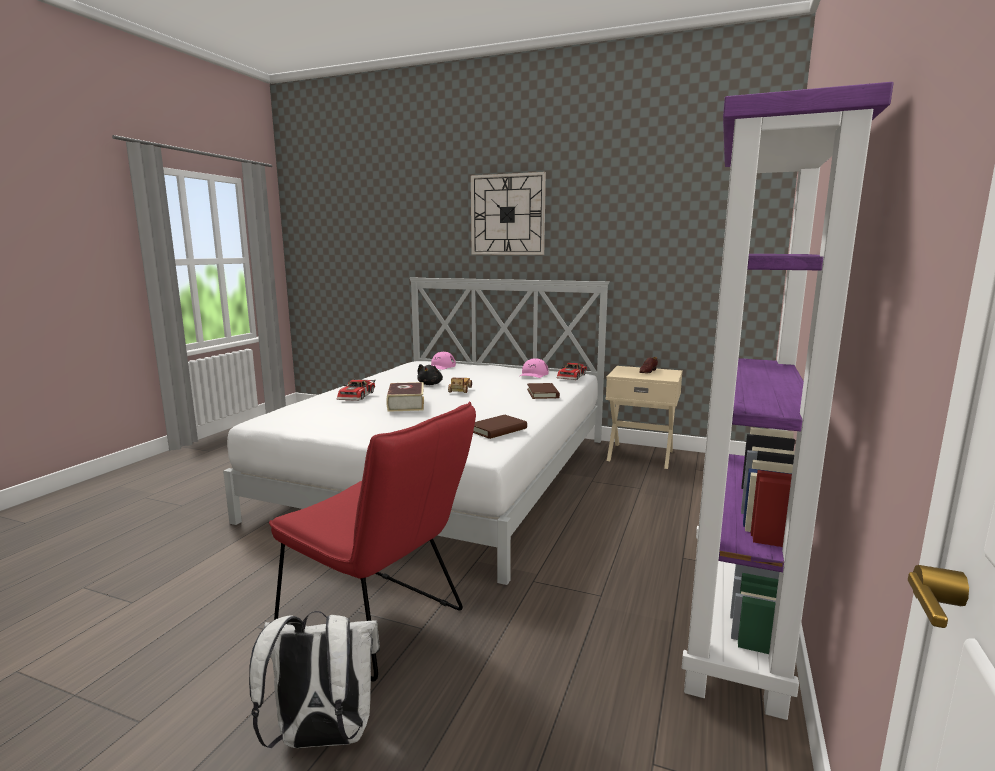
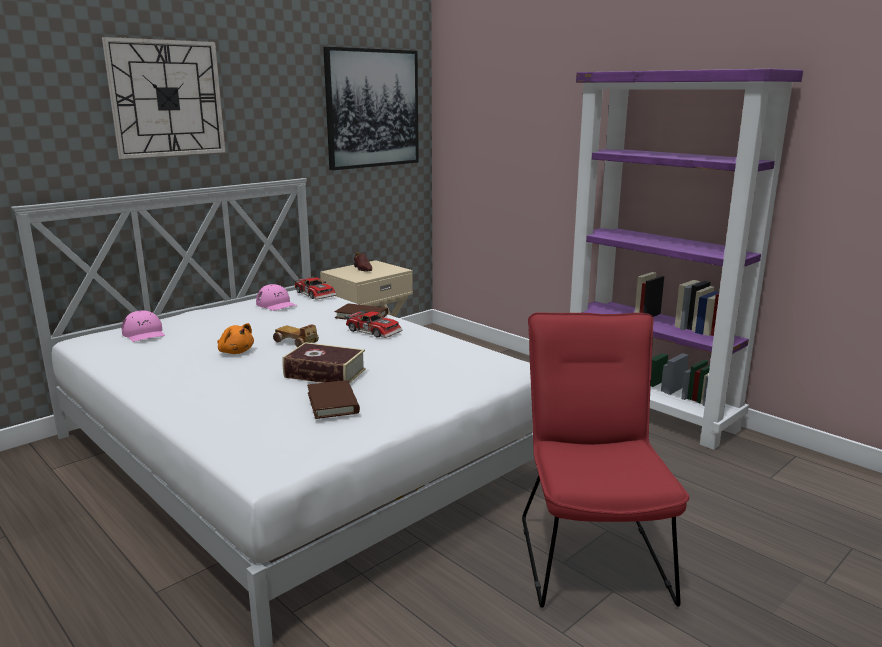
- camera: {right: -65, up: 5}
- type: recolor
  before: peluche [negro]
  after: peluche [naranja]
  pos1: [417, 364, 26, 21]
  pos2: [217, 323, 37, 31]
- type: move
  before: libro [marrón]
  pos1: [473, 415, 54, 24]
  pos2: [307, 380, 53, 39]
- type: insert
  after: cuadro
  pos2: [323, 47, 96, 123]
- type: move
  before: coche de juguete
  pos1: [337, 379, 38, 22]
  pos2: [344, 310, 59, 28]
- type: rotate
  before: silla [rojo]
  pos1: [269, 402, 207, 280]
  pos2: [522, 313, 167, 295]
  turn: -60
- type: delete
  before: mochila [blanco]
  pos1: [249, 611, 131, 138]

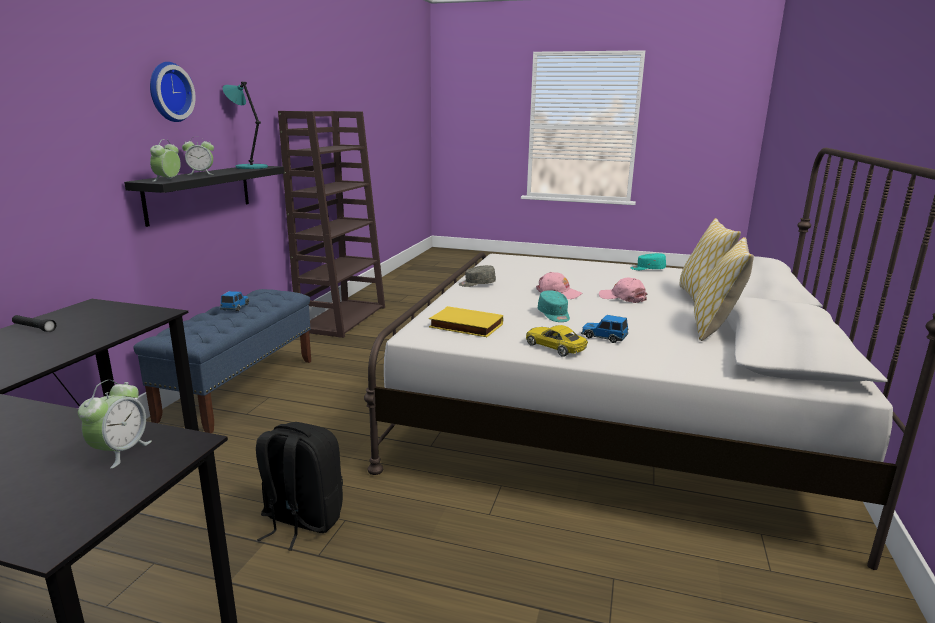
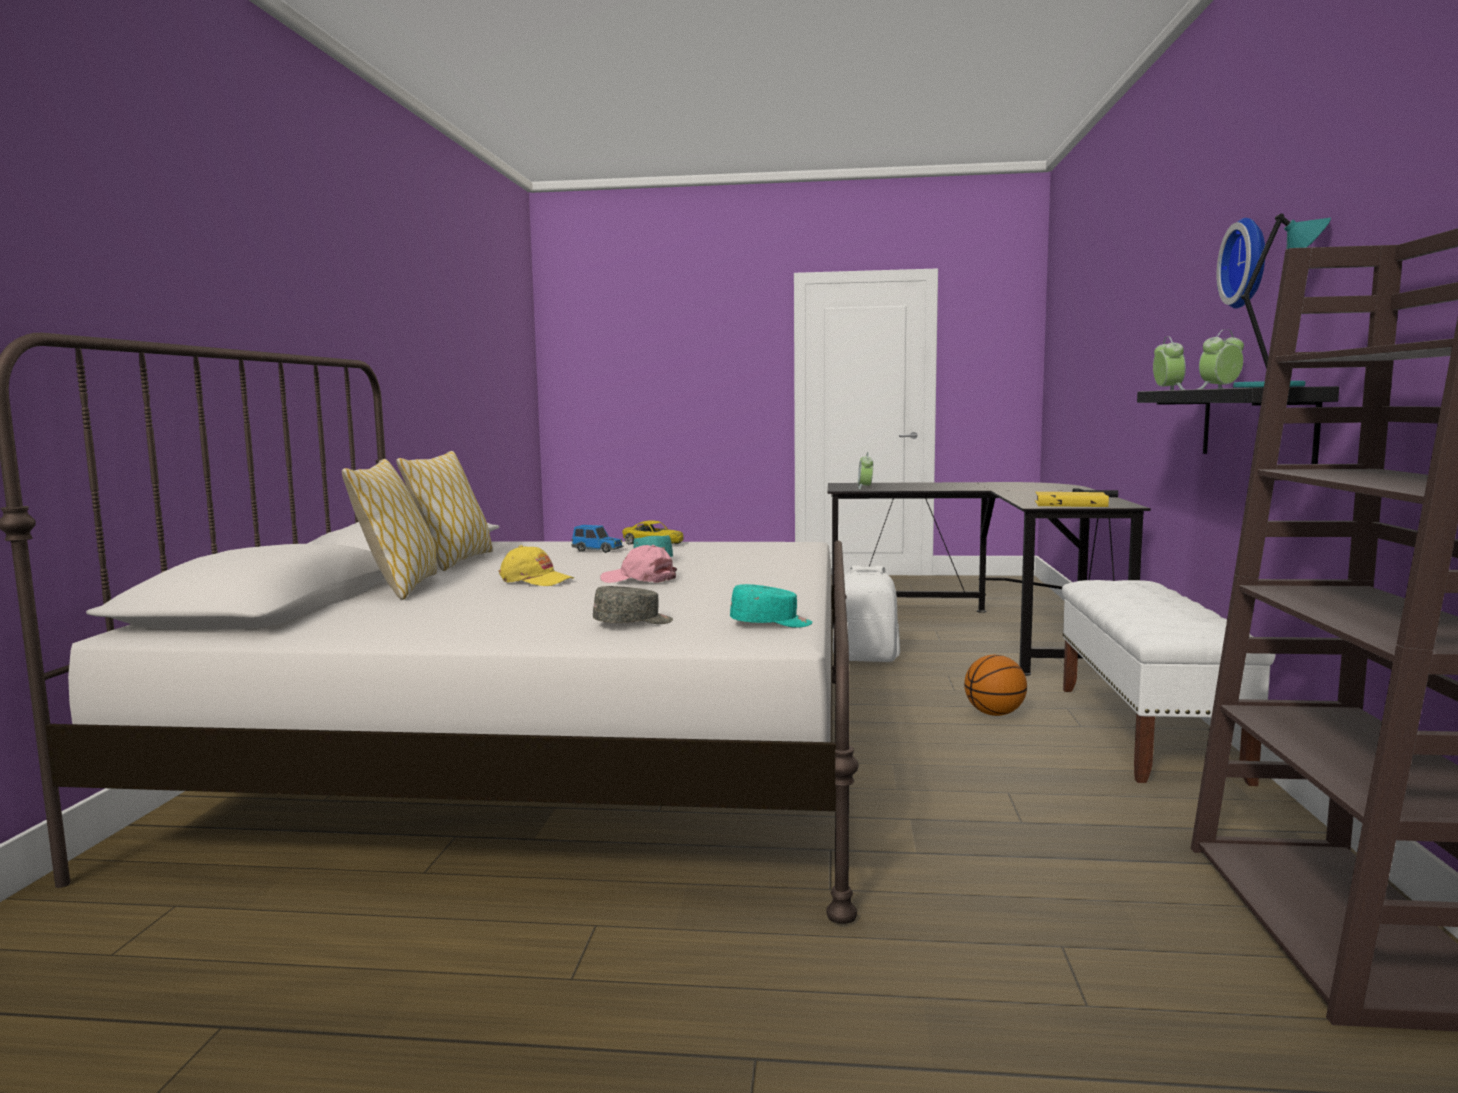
- camera: {right: 170, up: -10}
- type: recolor
  before: gorra [rosa]
  after: gorra [amarillo]
  pos1: [599, 277, 48, 26]
  pos2: [499, 545, 75, 41]
- type: move
  before: gorra [gris]
  pos1: [459, 265, 37, 22]
  pos2: [593, 586, 80, 38]
- type: move
  before: gorra [turquesa]
  pos1: [631, 253, 35, 17]
  pos2: [730, 584, 82, 44]
- type: recolor
  before: mochila [negro]
  after: mochila [blanco]
  pos1: [256, 422, 87, 129]
  pos2: [833, 565, 67, 97]
- type: insert
  after: balón de baloncesto
  pos2: [964, 655, 63, 61]
- type: move
  before: libro [amarillo]
  pos1: [429, 306, 74, 31]
  pos2: [1035, 492, 74, 15]
- type: recolor
  before: banco [azul]
  after: banco [blanco]
  pos1: [133, 289, 178, 144]
  pos2: [1062, 580, 214, 206]
- type: delete
  before: coche de juguete
  pos1: [220, 291, 30, 20]

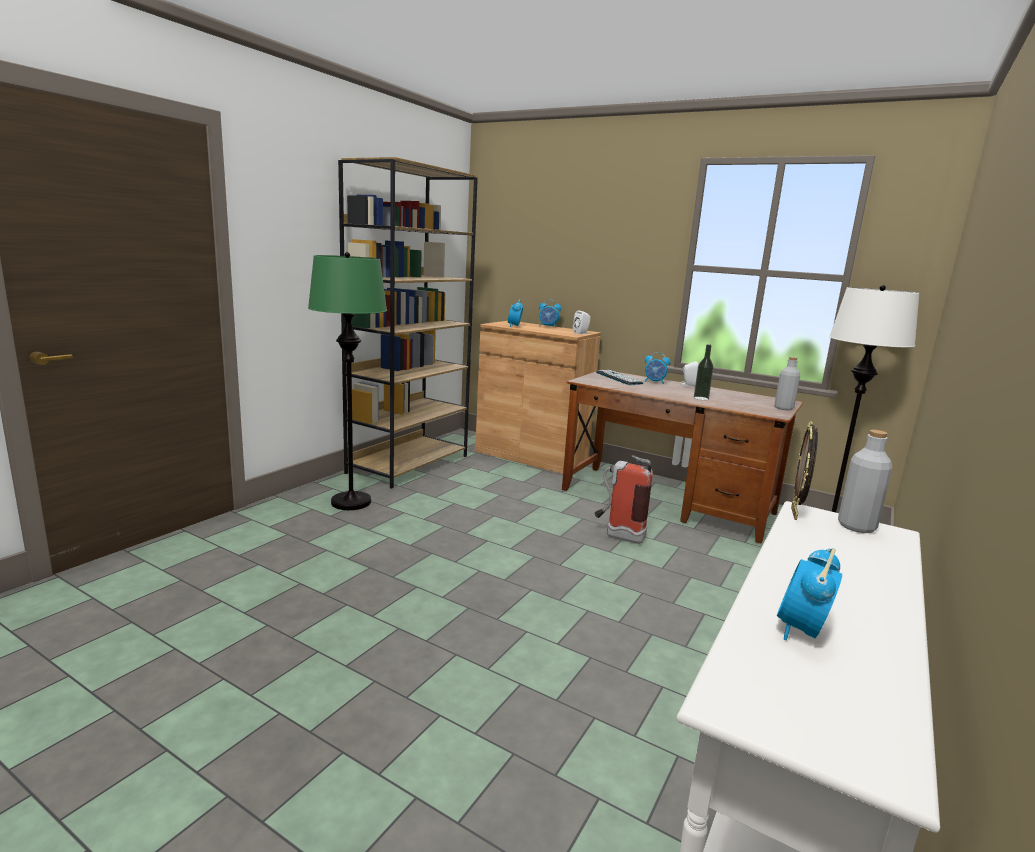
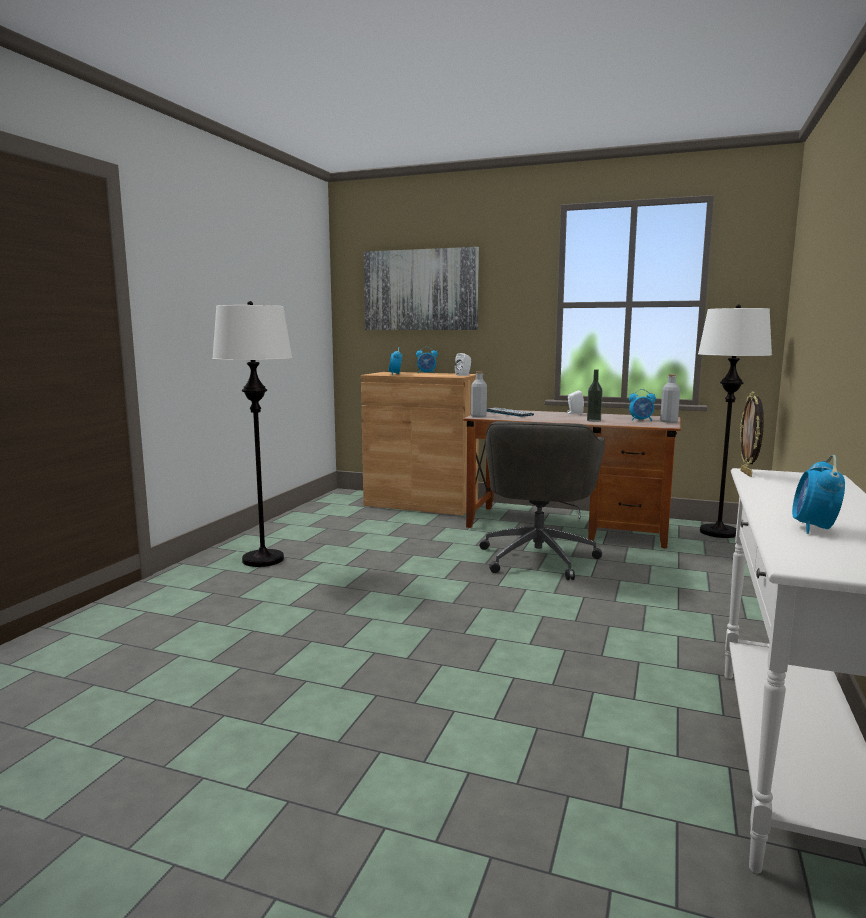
- camera: {right: -10, up: -5}
- type: recolor
  before: lámpara de pie [verde]
  after: lámpara de pie [blanco]
  pos1: [308, 252, 79, 258]
  pos2: [212, 301, 81, 266]
- type: insert
  after: cuadro
  pos2: [364, 247, 115, 83]
- type: move
  before: botella [gris]
  pos1: [838, 430, 54, 103]
  pos2: [471, 371, 16, 46]
- type: replace
  before: extintor
  after: silla de oficina [gris]
  pos1: [594, 455, 59, 89]
  pos2: [480, 421, 125, 159]
- type: move
  before: despertador
  pos1: [644, 352, 26, 32]
  pos2: [629, 389, 27, 32]
- type: delete
  before: estantería [marrón]
  pos1: [338, 157, 140, 332]

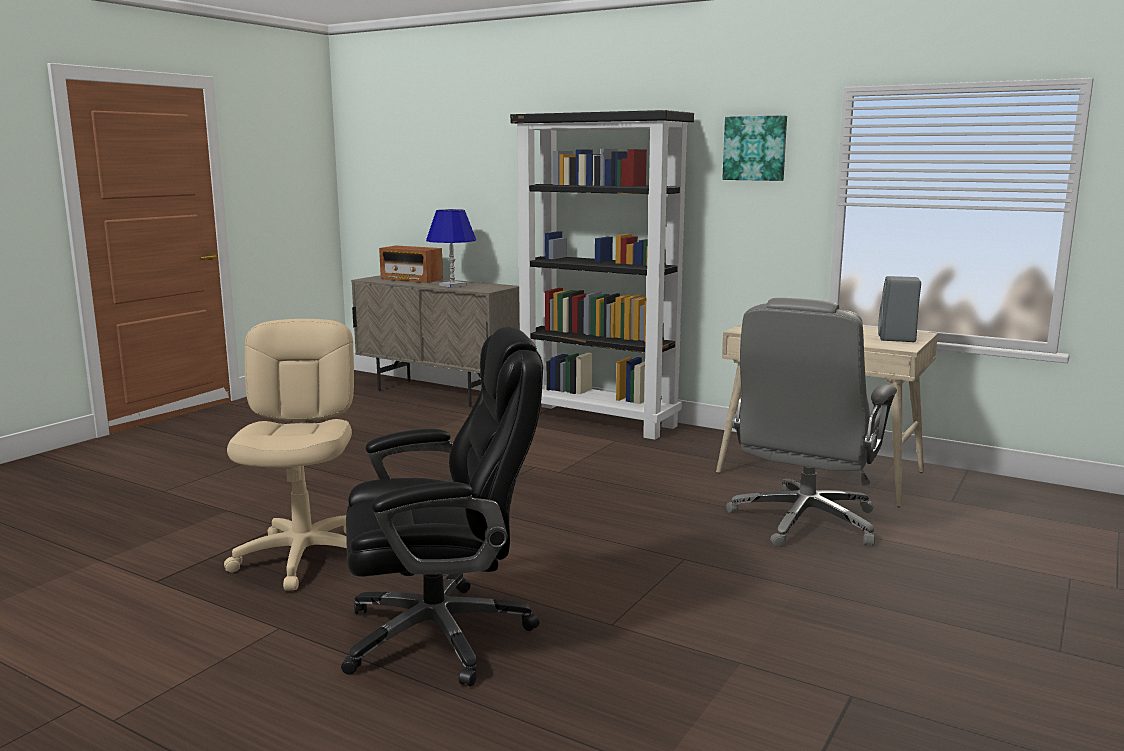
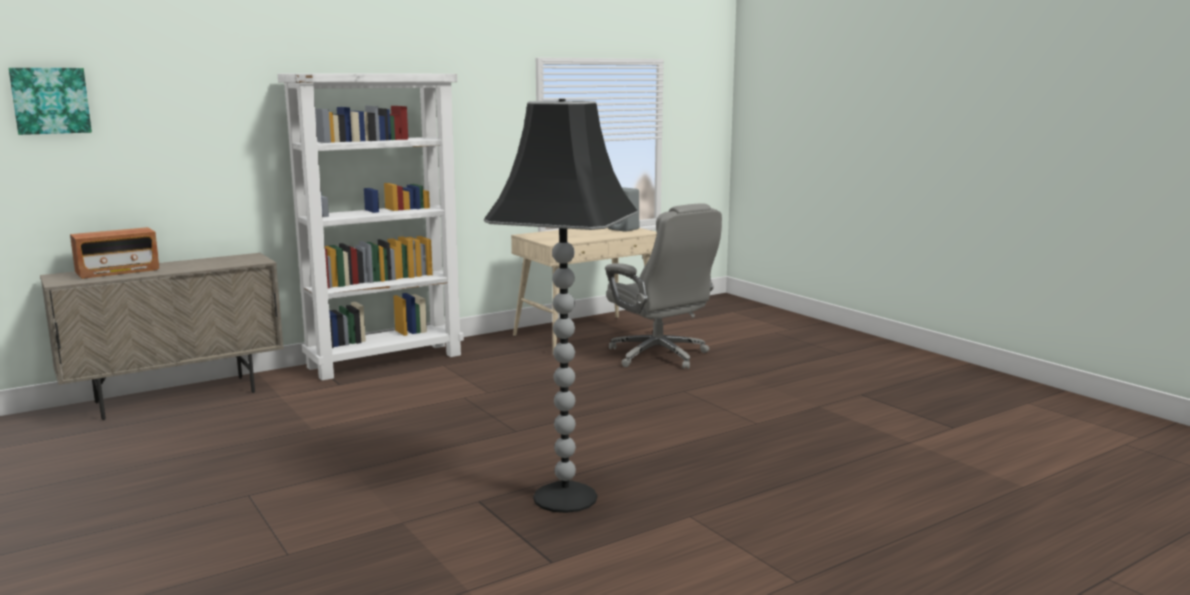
- camera: {right: -65, up: 0}
- type: move
  before: cuadro
  pos1: [722, 115, 65, 66]
  pos2: [9, 68, 83, 67]
- type: recolor
  before: estantería [negro]
  after: estantería [blanco]
  pos1: [510, 110, 184, 330]
  pos2: [278, 74, 186, 307]
- type: replace
  before: silla de oficina [beis]
  after: lámpara de pie [negro]
  pos1: [224, 319, 130, 272]
  pos2: [484, 99, 154, 414]
- type: delete
  before: silla de oficina [negro]
  pos1: [341, 327, 202, 360]
- type: delete
  before: lámpara de mesa [azul]
  pos1: [426, 209, 50, 79]

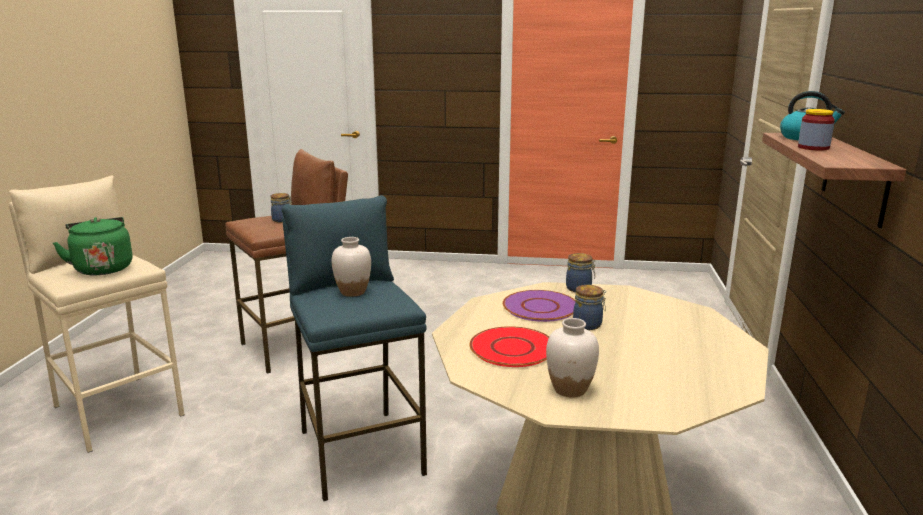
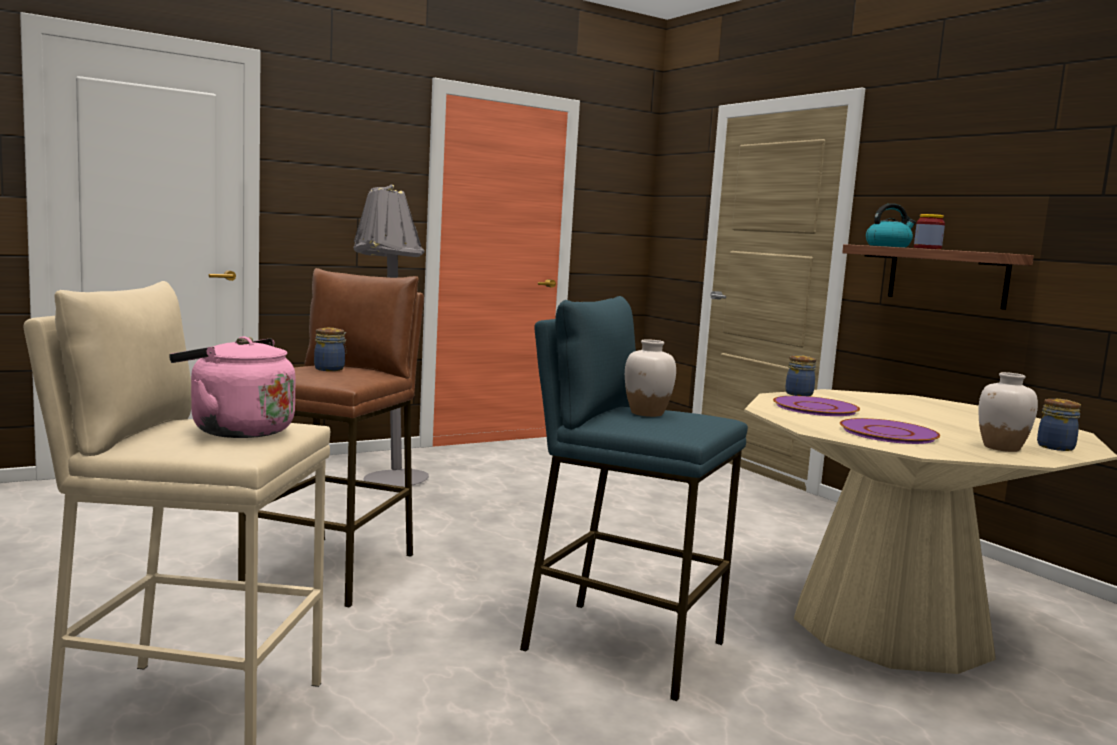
- camera: {right: -40, up: -10}
- type: recolor
  before: hervidor [verde]
  after: hervidor [rosa]
  pos1: [53, 217, 79, 58]
  pos2: [169, 336, 126, 102]
- type: insert
  after: lámpara de pie [gris]
  pos2: [353, 185, 76, 302]
- type: recolor
  before: plato [rojo]
  after: plato [morado]
  pos1: [470, 326, 79, 41]
  pos2: [840, 418, 100, 26]
- type: move
  before: tarro
  pos1: [573, 285, 33, 45]
  pos2: [1037, 399, 44, 52]

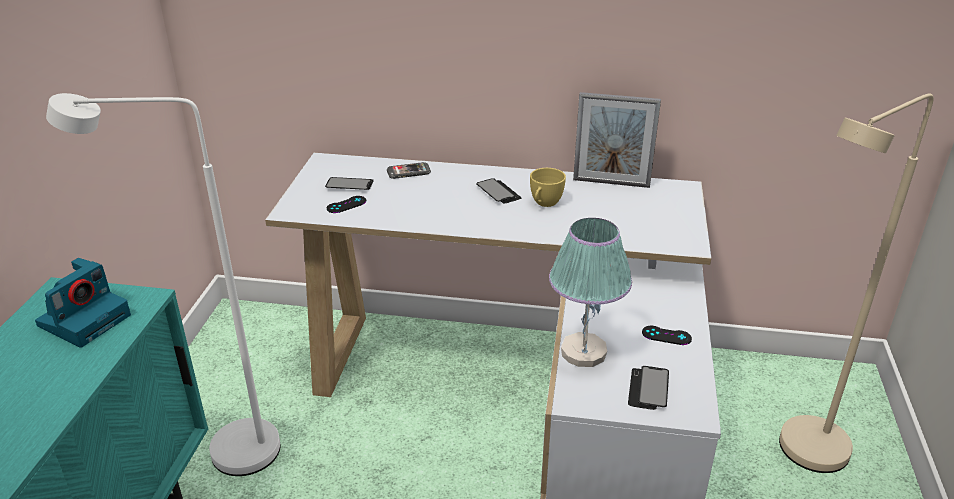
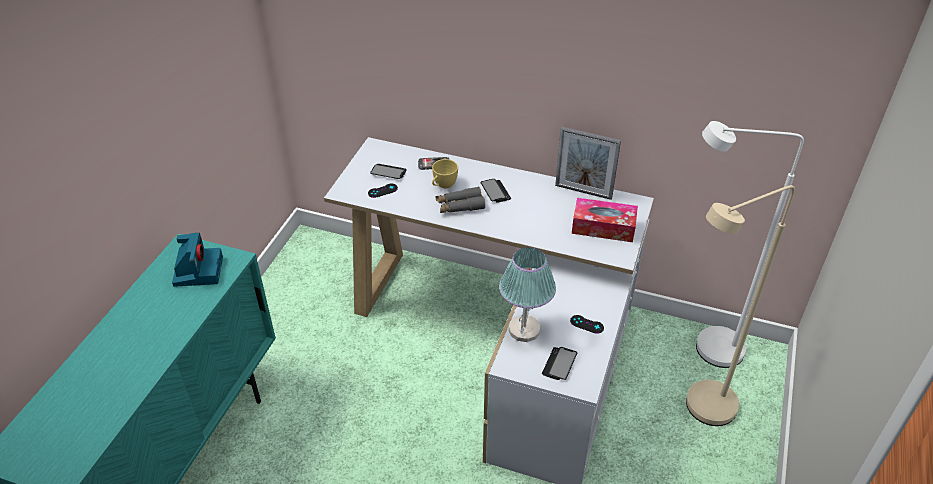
- camera: {right: 10, up: 10}
- type: rotate
  before: cámara
  pos1: [35, 258, 96, 90]
  pos2: [172, 233, 51, 54]
  turn: -45
- type: move
  before: taza [amarillo]
  pos1: [530, 168, 36, 39]
  pos2: [432, 159, 26, 29]
- type: insert
  after: prismáticos [gris]
  pos2: [436, 187, 49, 26]
- type: insert
  after: caja de pañuelos
  pos2: [572, 198, 66, 44]
- type: move
  before: lámpara de pie [blanco]
  pos1: [46, 93, 235, 383]
  pos2: [696, 121, 108, 247]

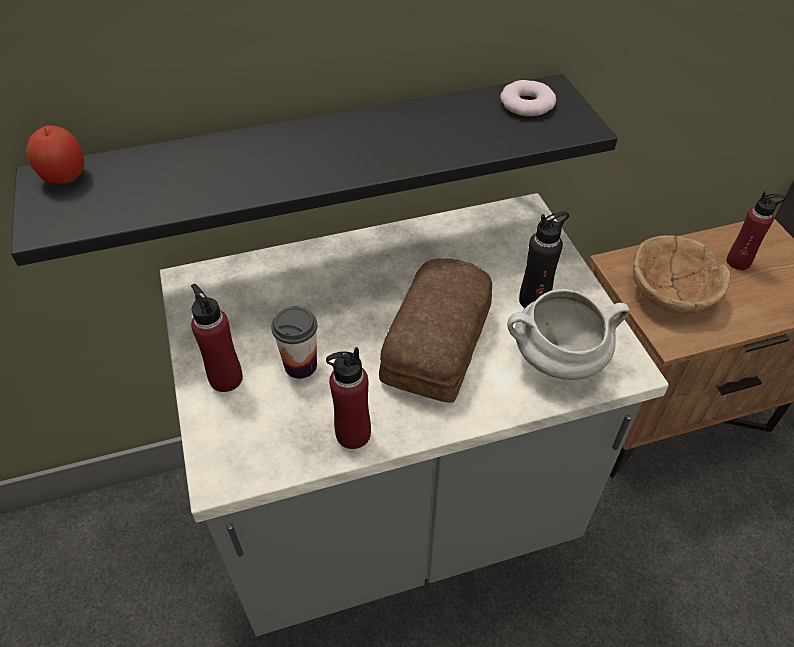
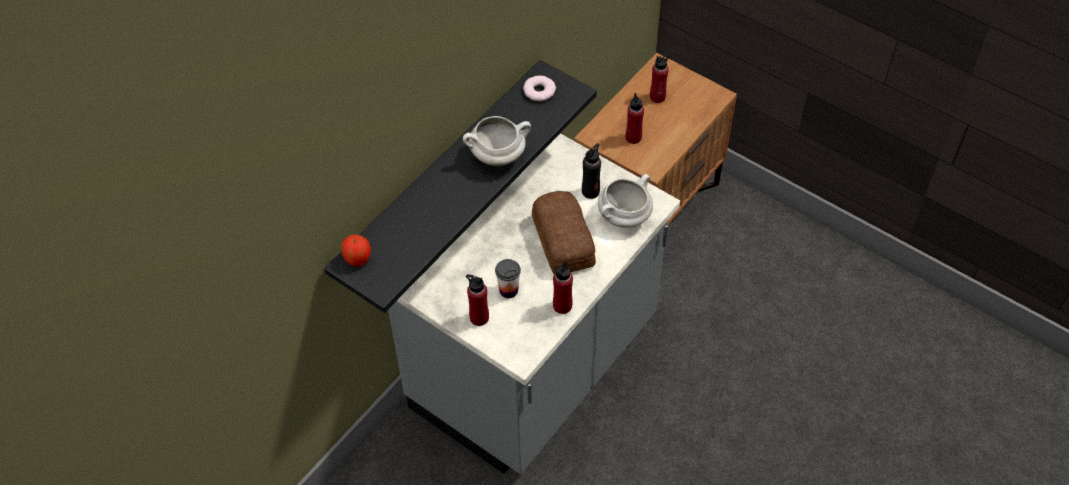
- camera: {right: -35, up: 5}
- type: insert
  after: olla [blanco]
  pos2: [463, 116, 68, 50]
- type: replace
  before: cuenco [marrón]
  after: botella [rojo]
  pos1: [633, 235, 97, 79]
  pos2: [626, 93, 18, 51]

